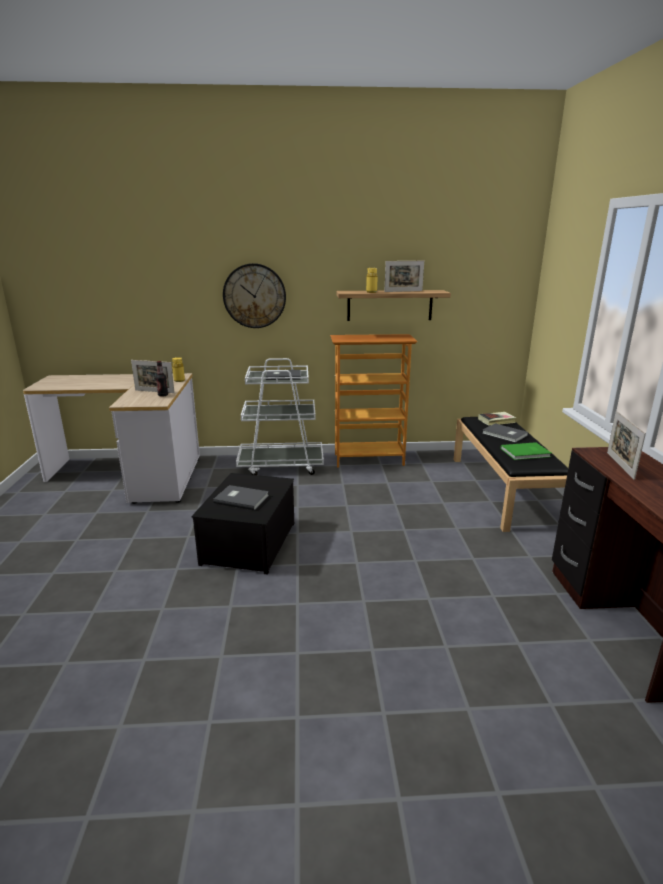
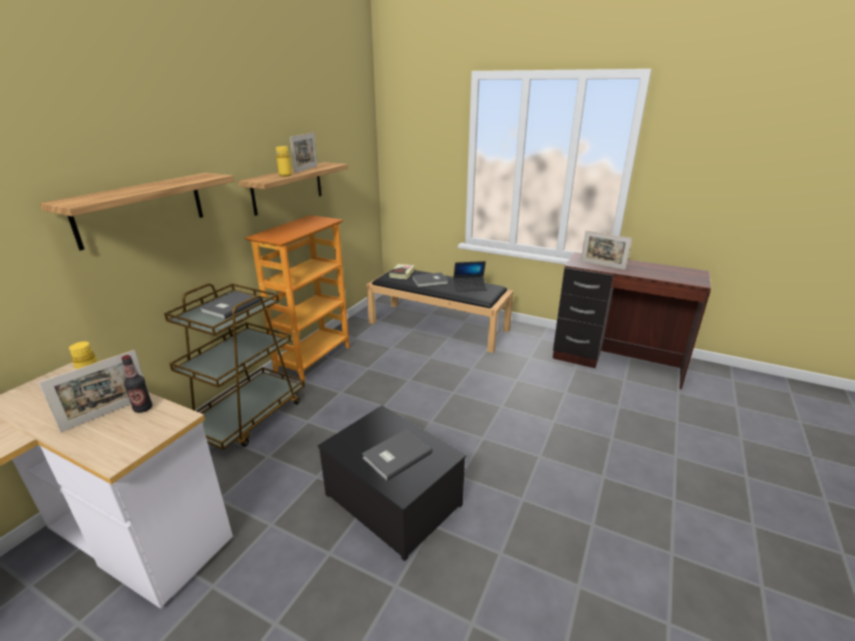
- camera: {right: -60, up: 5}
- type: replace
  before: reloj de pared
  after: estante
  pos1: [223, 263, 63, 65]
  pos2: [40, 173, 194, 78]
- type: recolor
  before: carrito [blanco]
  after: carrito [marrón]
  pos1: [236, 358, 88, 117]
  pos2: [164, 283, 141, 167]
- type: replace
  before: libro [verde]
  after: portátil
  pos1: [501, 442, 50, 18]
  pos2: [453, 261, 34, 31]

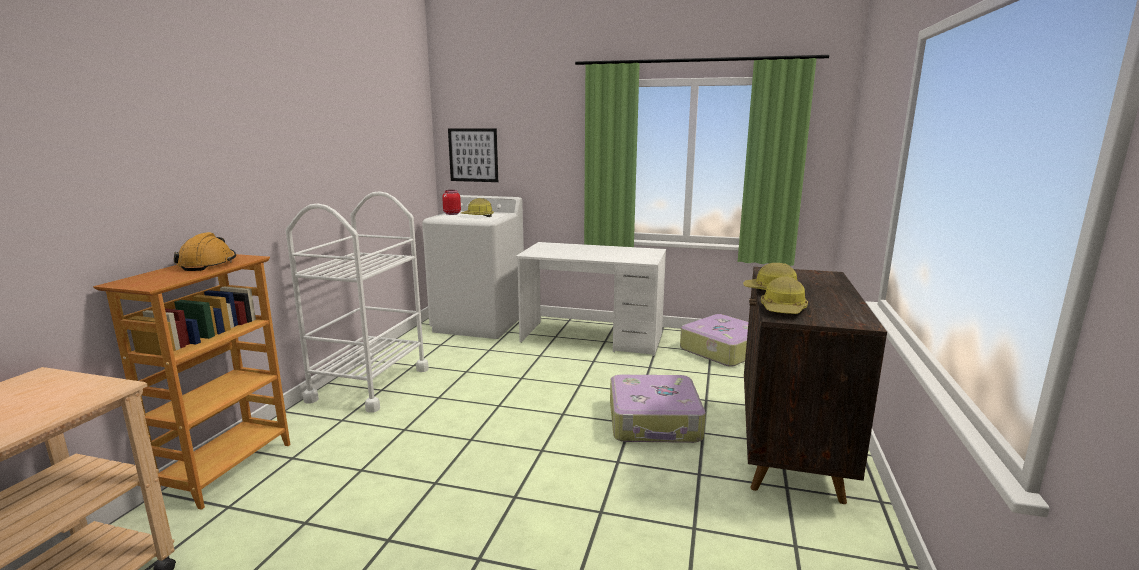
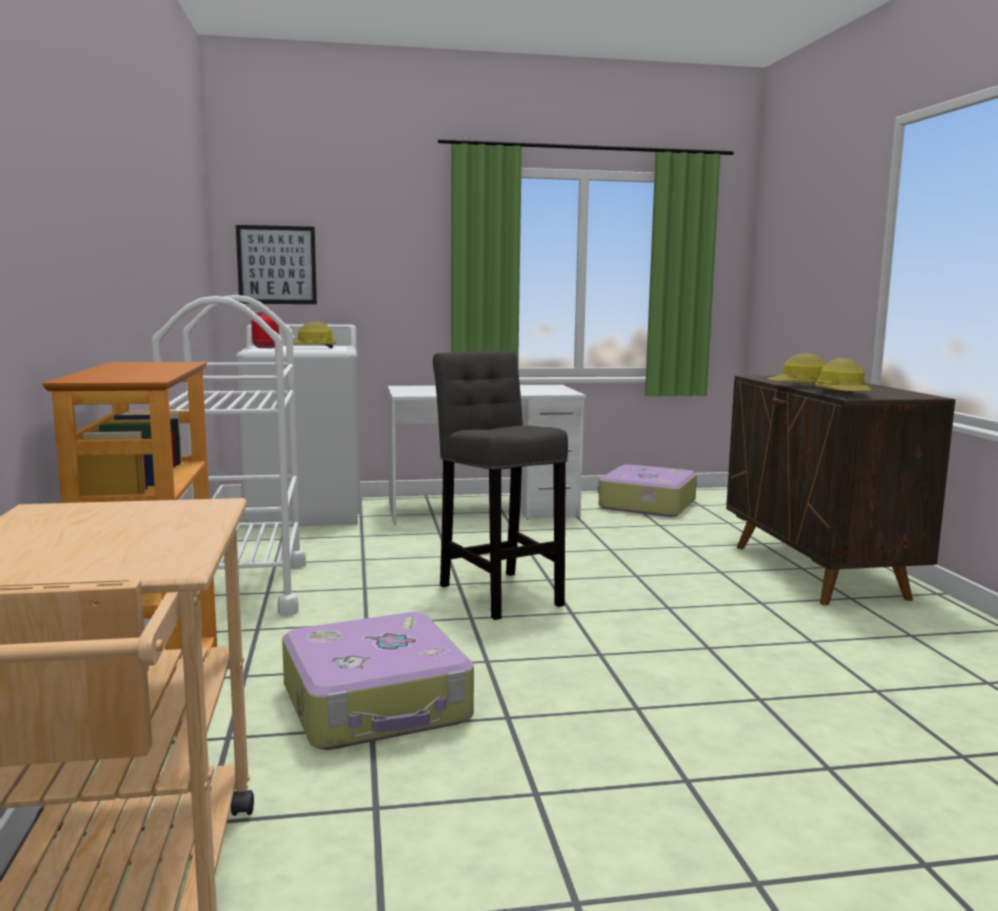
- camera: {right: -25, up: -5}
- type: move
  before: maleta
  pos1: [610, 375, 96, 68]
  pos2: [282, 612, 192, 138]
- type: insert
  after: taburete [gris]
  pos2: [433, 351, 135, 269]
- type: delete
  before: casco [naranja]
  pos1: [174, 232, 62, 39]

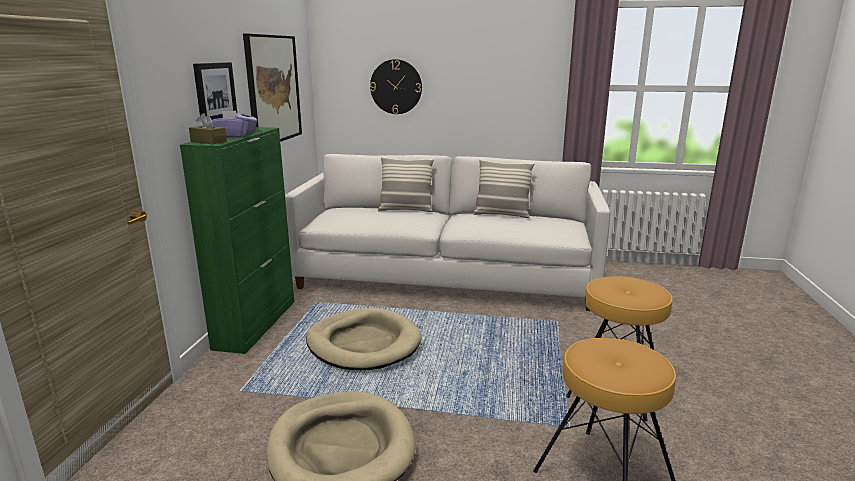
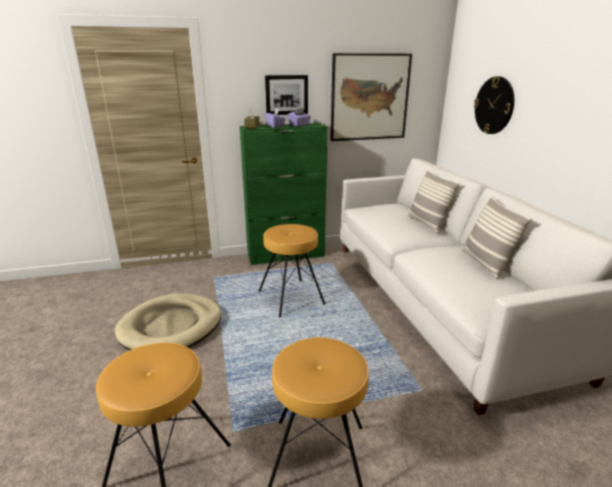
- camera: {right: 65, up: 5}
- type: replace
  before: cama para perro [beis]
  after: taburete [marrón]
  pos1: [306, 308, 115, 62]
  pos2: [259, 224, 67, 93]

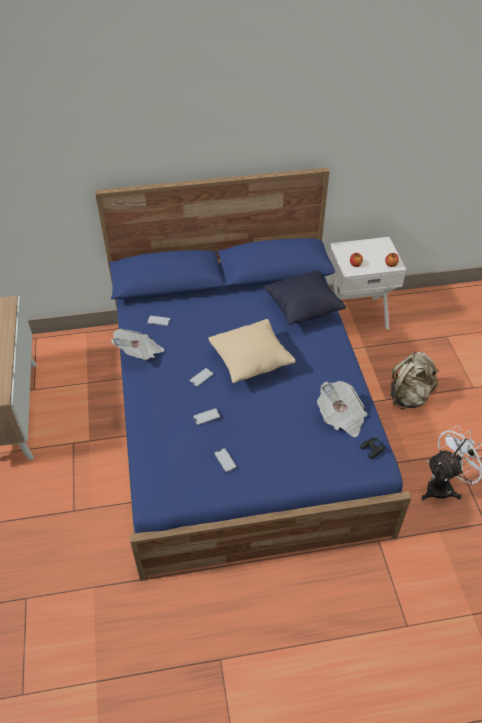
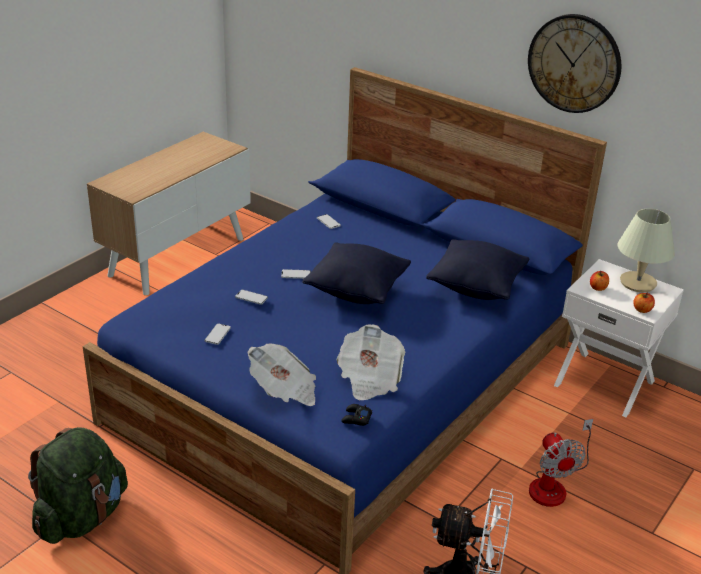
- camera: {right: 45, up: -15}
- type: insert
  after: mochila [verde]
  pos2: [28, 427, 100, 117]
- type: move
  before: periódico
  pos1: [111, 329, 54, 31]
  pos2: [248, 344, 68, 62]
- type: recolor
  before: cojín [beis]
  after: cojín [negro]
  pos1: [208, 319, 88, 64]
  pos2: [302, 242, 109, 62]
- type: insert
  after: reloj de pared
  pos2: [528, 14, 93, 99]
- type: replace
  before: mochila [beis]
  after: ventilador
  pos1: [391, 352, 48, 57]
  pos2: [529, 419, 64, 88]
- type: insert
  after: lámpara de mesa [beis]
  pos2: [618, 208, 57, 84]

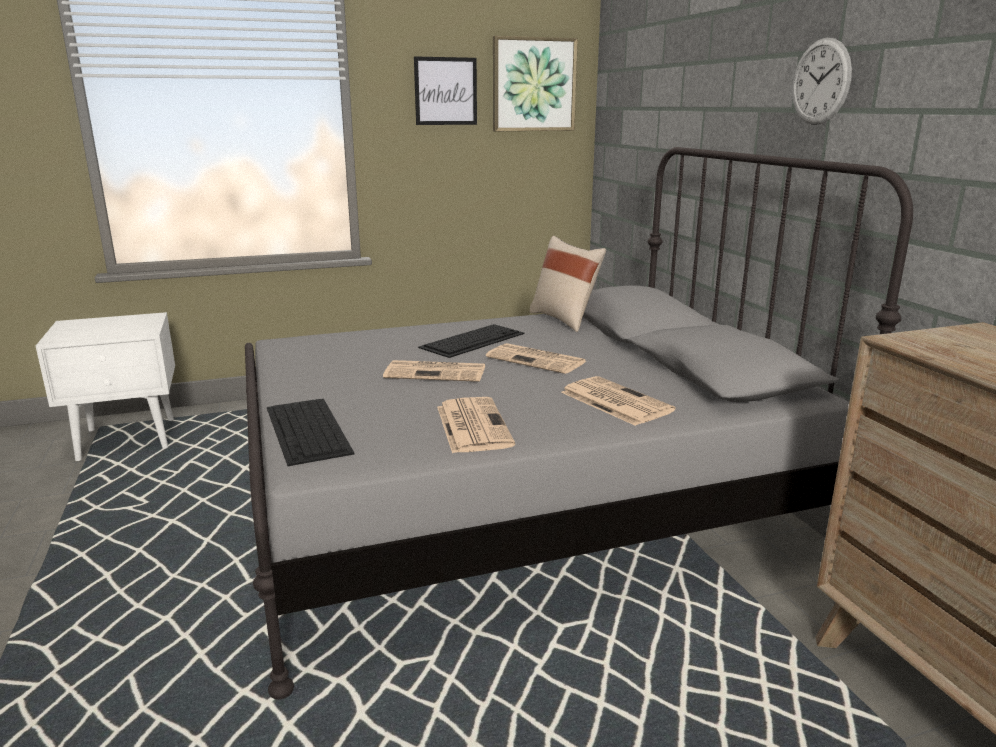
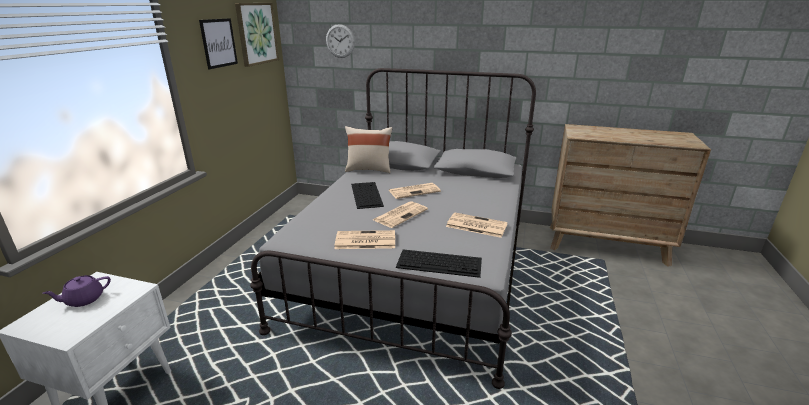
- camera: {right: -55, up: 5}
- type: insert
  after: tetera [morado]
  pos2: [42, 275, 69, 32]
- type: move
  before: reloj de pared
  pos1: [792, 38, 60, 87]
  pos2: [326, 24, 29, 34]
- type: move
  before: periódico
  pos1: [561, 376, 114, 50]
  pos2: [334, 230, 61, 19]

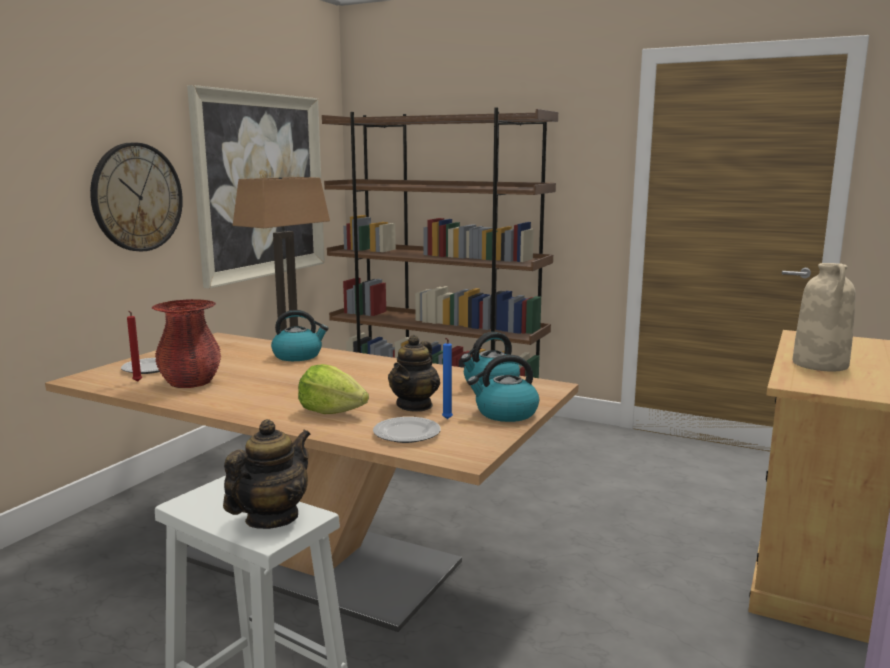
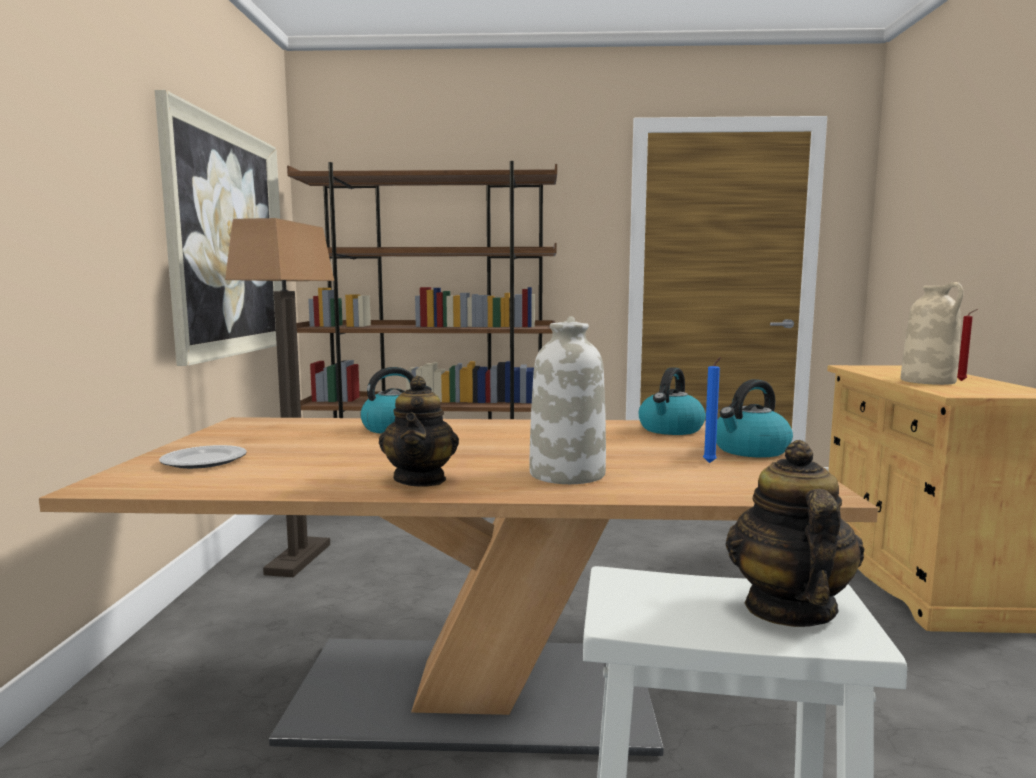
- camera: {right: -25, up: -5}
- type: move
  before: tetera
  pos1: [388, 335, 52, 77]
  pos2: [379, 376, 80, 111]
- type: replace
  before: lechuga
  after: florero [blanco]
  pos1: [298, 364, 71, 50]
  pos2: [529, 316, 77, 168]
- type: move
  before: vela [rojo]
  pos1: [127, 311, 15, 71]
  pos2: [957, 309, 21, 72]
- type: delete
  before: reloj de pared
  pos1: [90, 143, 93, 109]
- type: delete
  before: florero [rojo]
  pos1: [151, 299, 70, 89]
- type: delete
  before: plato
  pos1: [373, 417, 68, 26]

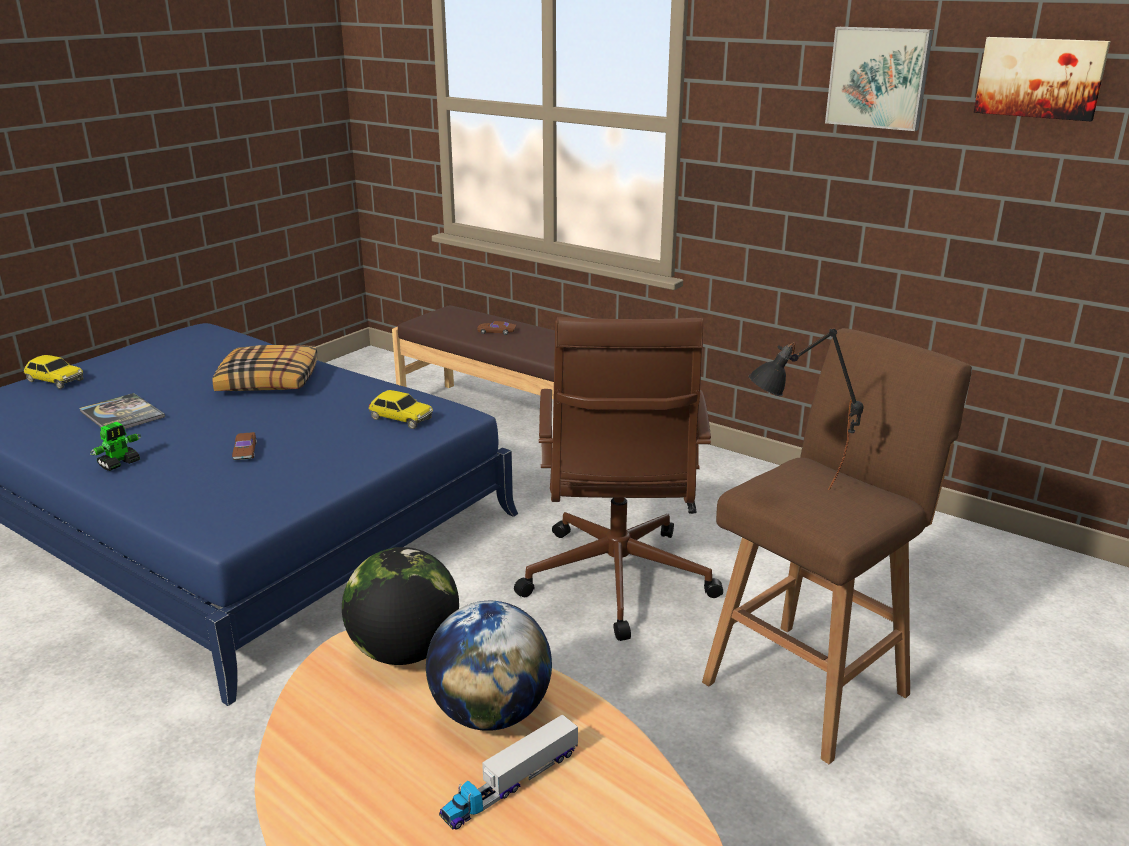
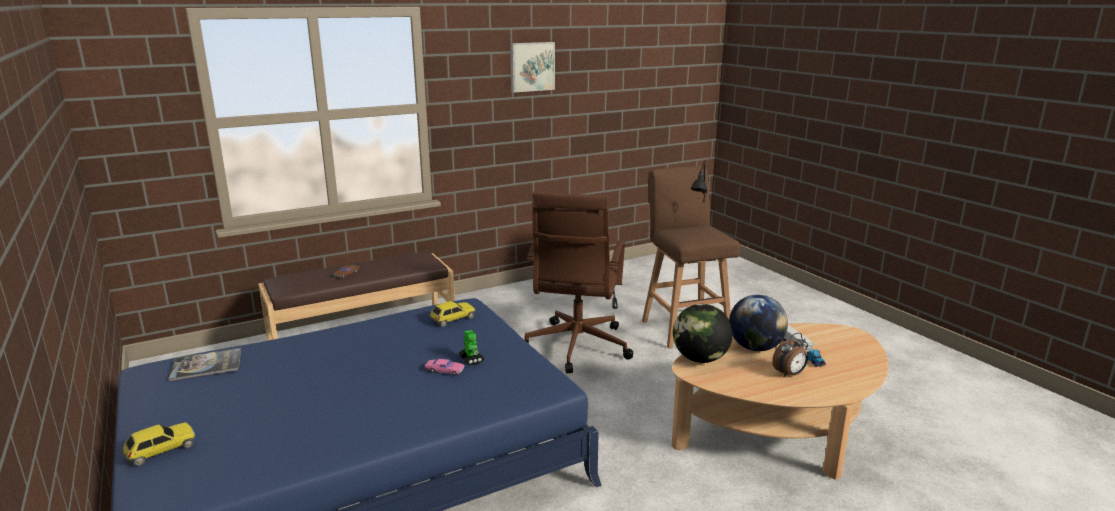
- camera: {right: -65, up: -5}
- type: move
  before: libro
  pos1: [80, 393, 85, 36]
  pos2: [169, 348, 72, 34]
- type: recolor
  before: coche de juguete [marrón]
  after: coche de juguete [rosa]
  pos1: [232, 432, 25, 28]
  pos2: [425, 359, 40, 16]
- type: move
  before: robot de juguete
  pos1: [90, 422, 51, 49]
  pos2: [459, 330, 25, 35]
- type: rotate
  before: silla de oficina [marrón]
  pos1: [514, 317, 209, 324]
  pos2: [524, 192, 109, 181]
  turn: 75
- type: insert
  after: despertador
  pos2: [772, 333, 36, 44]
- type: delete
  before: cojín
  pos1: [212, 345, 106, 46]
- type: delete
  before: cuadro
  pos1: [974, 37, 137, 84]

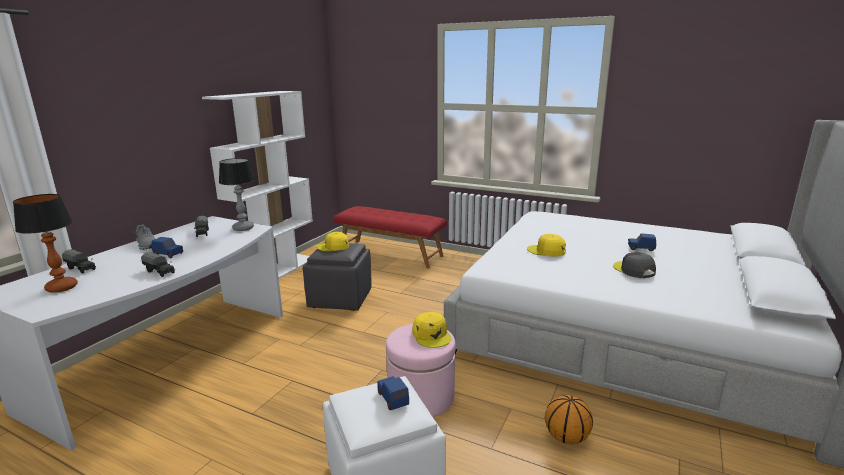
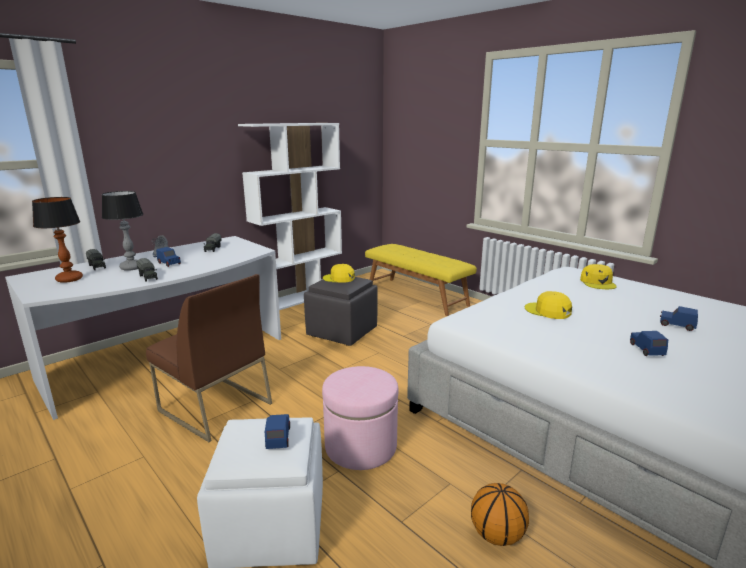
- camera: {right: 20, up: 0}
- type: move
  before: lámpara de mesa
  pos1: [219, 158, 36, 73]
  pos2: [102, 191, 41, 80]
- type: insert
  after: silla [marrón]
  pos2: [146, 274, 126, 168]
- type: recolor
  before: banco [rojo]
  after: banco [amarillo]
  pos1: [334, 206, 113, 62]
  pos2: [365, 244, 112, 72]
- type: move
  before: gorra [amarillo]
  pos1: [413, 312, 38, 36]
  pos2: [580, 264, 37, 25]
- type: replace
  before: gorra [gris]
  after: coche de juguete [azul]
  pos1: [613, 252, 43, 26]
  pos2: [630, 331, 38, 25]

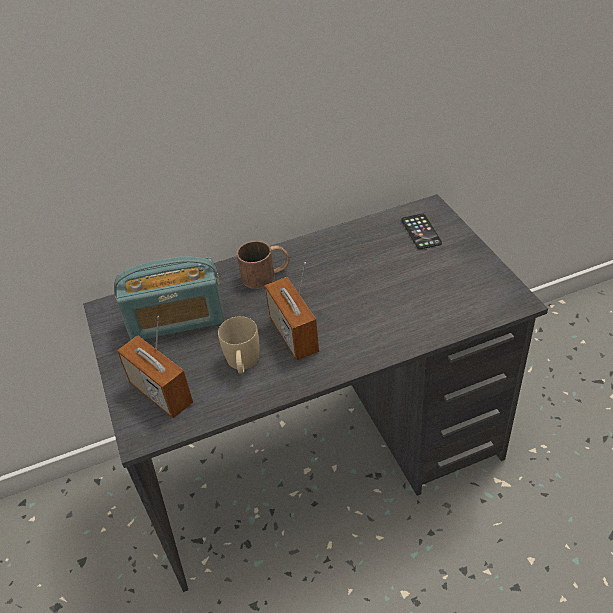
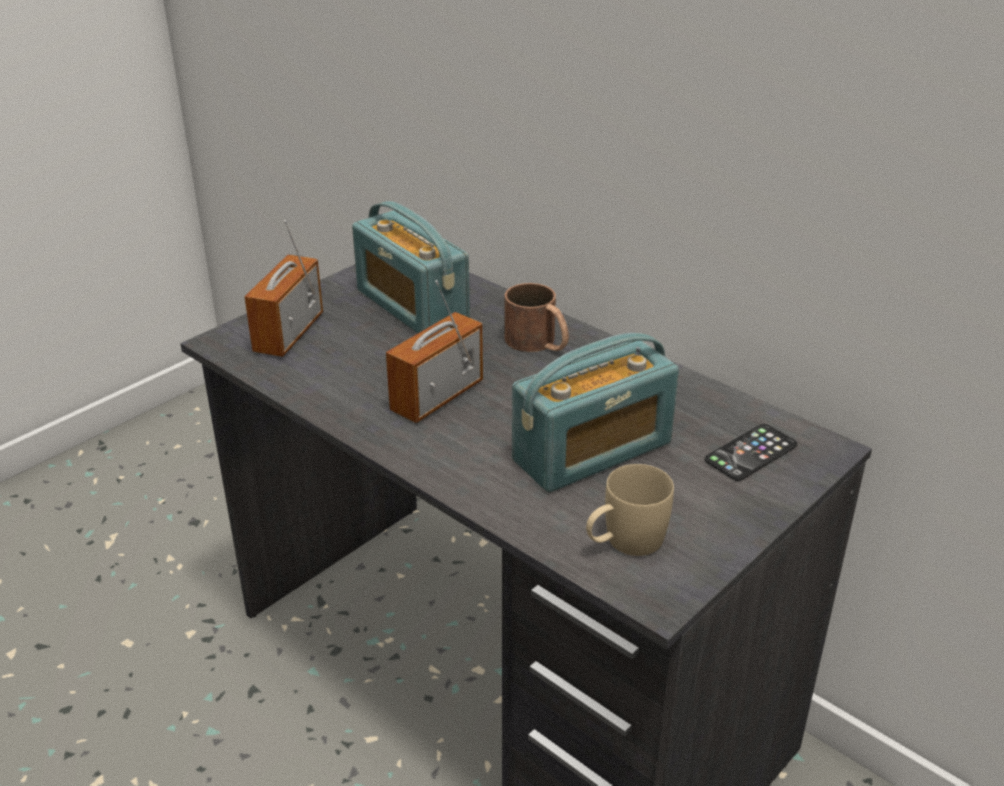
- camera: {right: 60, up: -10}
- type: insert
  after: radio
  pos2: [512, 333, 167, 159]
- type: move
  before: taza grande [beis]
  pos1: [218, 316, 41, 58]
  pos2: [586, 464, 88, 92]

